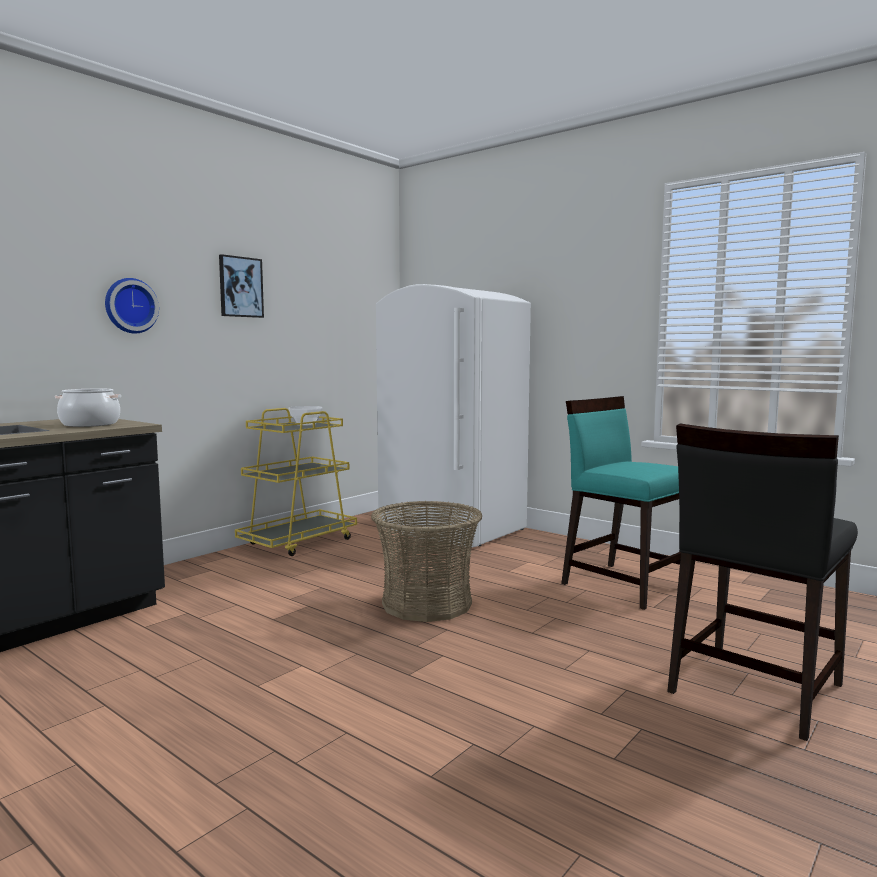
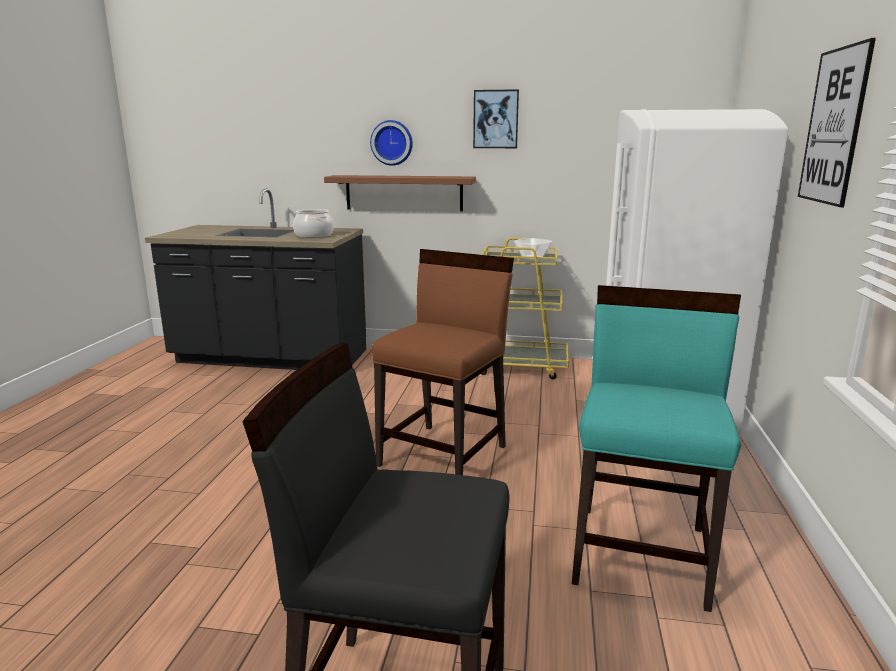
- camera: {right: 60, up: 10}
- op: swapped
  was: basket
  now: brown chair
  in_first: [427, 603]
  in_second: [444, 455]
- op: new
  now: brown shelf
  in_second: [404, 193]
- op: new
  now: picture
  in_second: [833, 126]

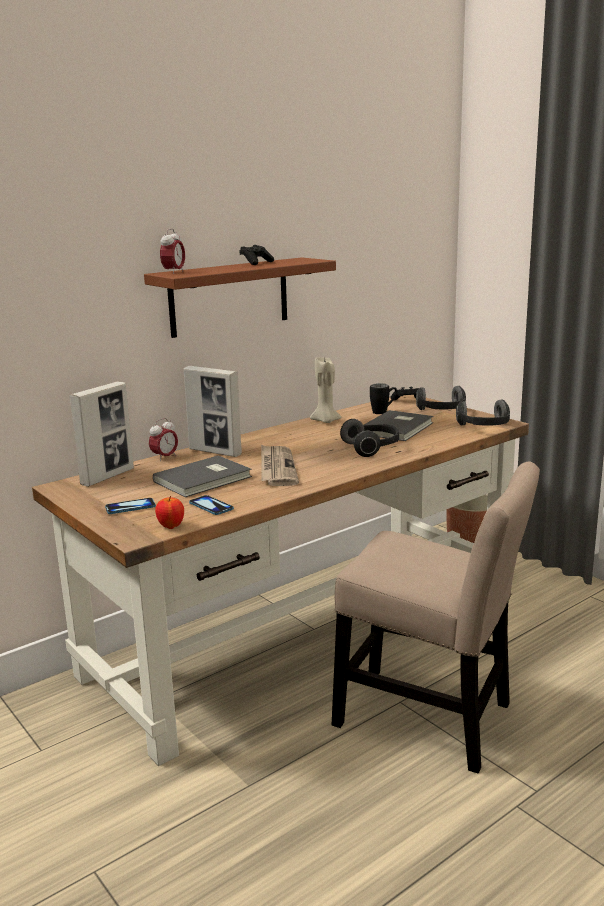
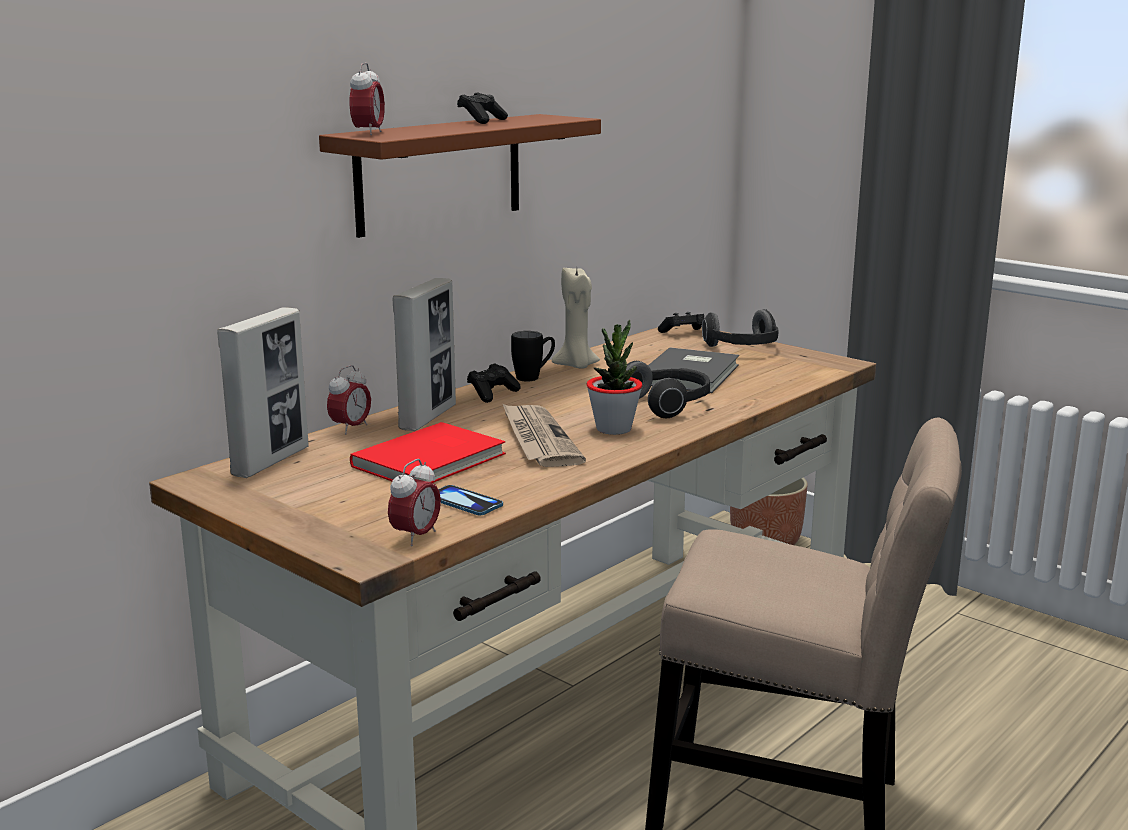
- camera: {right: -10, up: 0}
- op: gone
  was: phone
  in_first: [130, 507]
- op: repainted
  was: grey book
  now: red book
  in_first: [205, 479]
  in_second: [433, 460]
- op: swapped
  was: apple
  now: alarm clock
  in_first: [171, 526]
  in_second: [416, 537]
- op: rotated
  was: picture frame
  in_first: [215, 452]
  in_second: [428, 417]
  clockwise: -90
- op: shifted
  was: black mug
  in_first: [383, 411]
  in_second: [534, 377]
- op: gone
  was: headphones
  in_first: [484, 427]
- op: new
  now: black game controller
  in_second: [492, 394]
- op: new
  now: potted plant
  in_second: [614, 429]

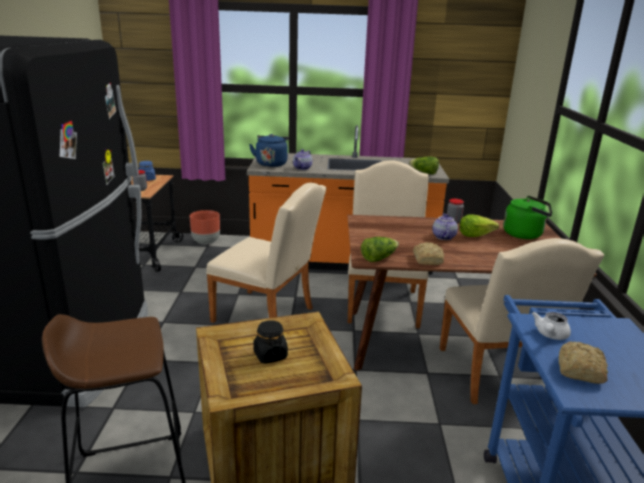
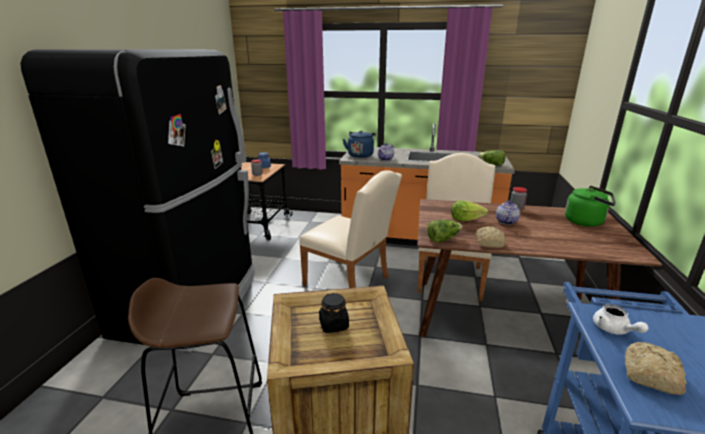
- camera: {right: 10, up: 0}
- op: gone
  was: brown planter
  in_first: [206, 242]
- op: gone
  was: beige chair
  in_first: [497, 376]
- op: shifted
  was: lettuce
  in_first: [475, 235]
  in_second: [466, 219]
- op: rotated
  was: white teapot
  in_first: [550, 335]
  in_second: [614, 330]
  clockwise: -60

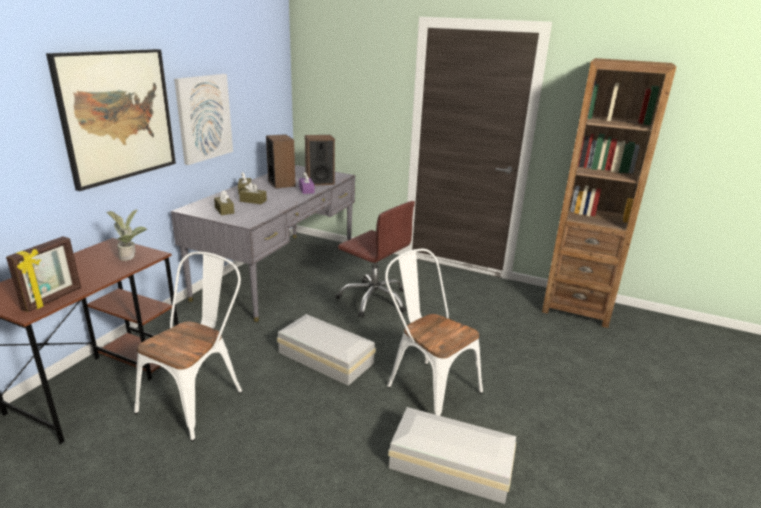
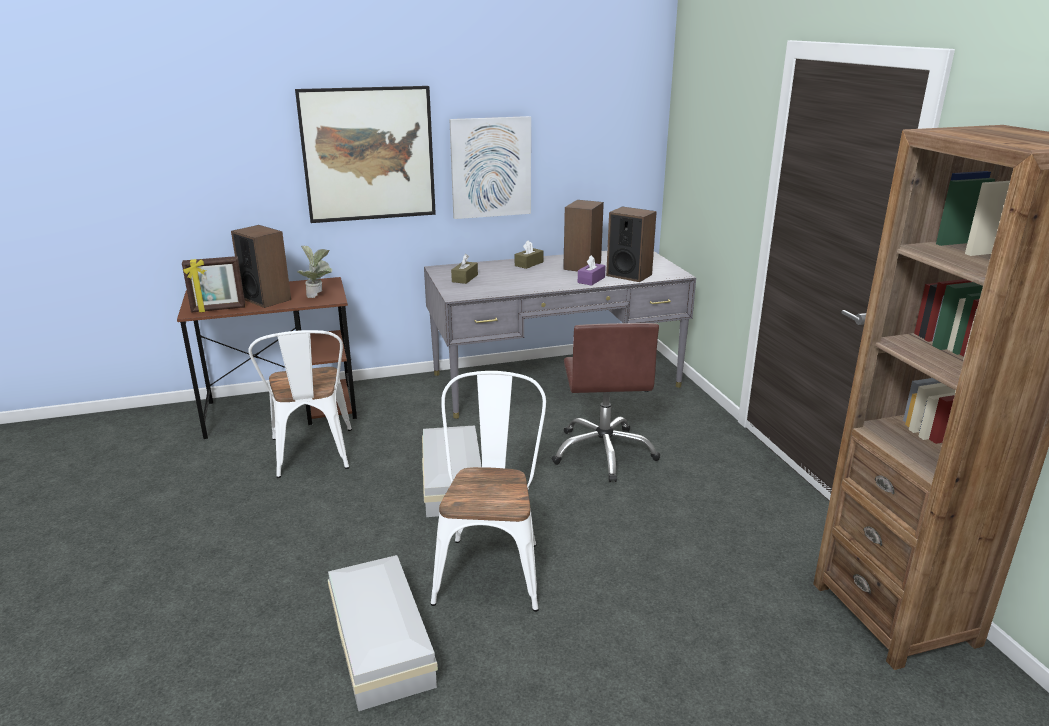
- camera: {right: 50, up: 0}
- op: rotated
  was: white chair
  in_first: [198, 398]
  in_second: [312, 457]
  clockwise: 90
- op: gone
  was: brown tissue box
  in_first: [253, 201]
- op: new
  now: speaker
  in_second: [266, 299]

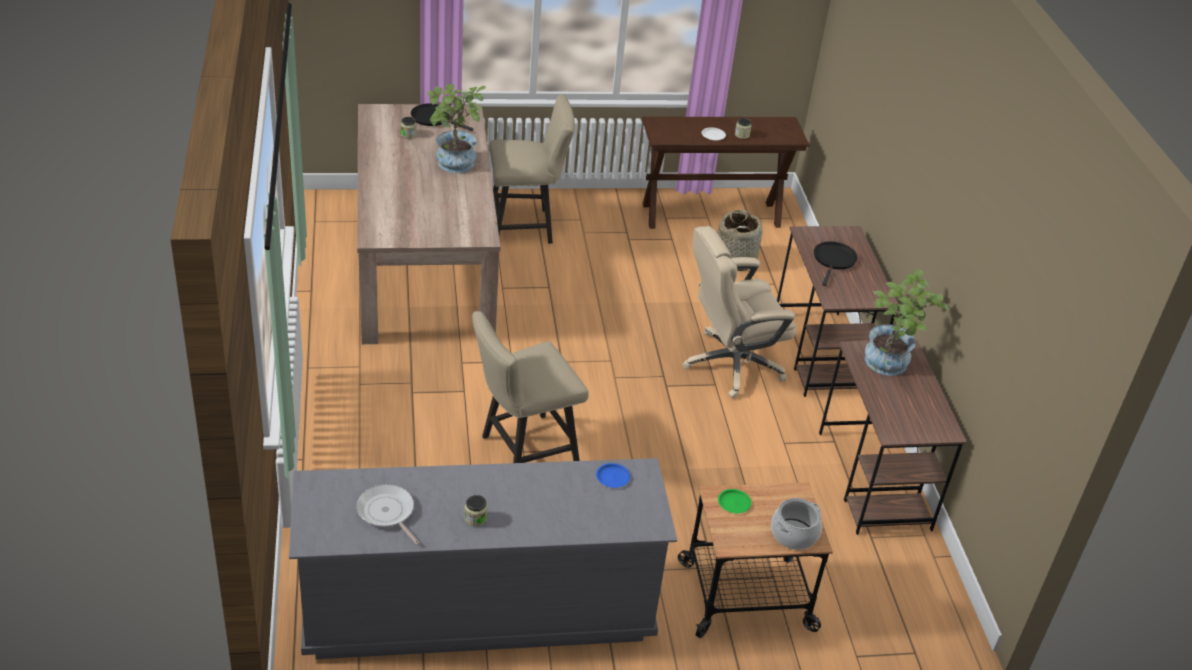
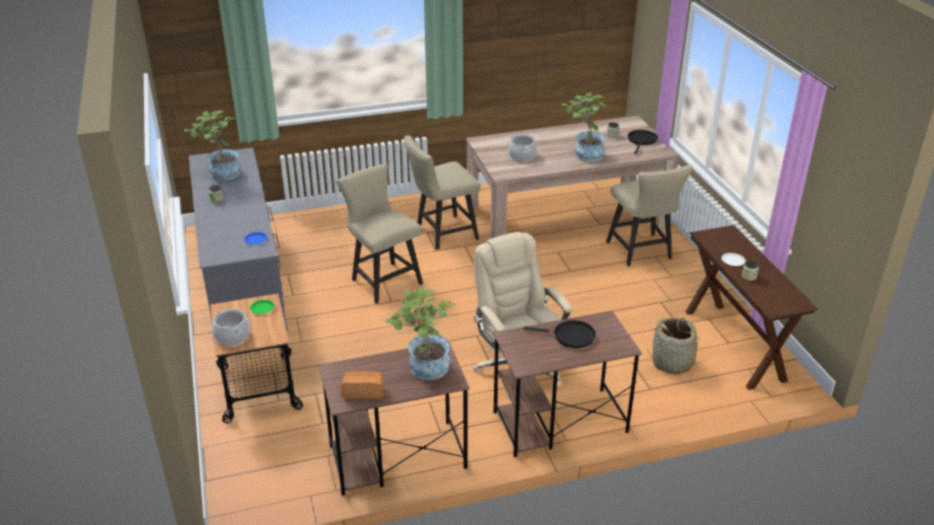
- camera: {right: 85, up: -5}
- op: swapped
  was: frying pan
  now: potted plant
  in_first: [387, 513]
  in_second: [221, 175]
- op: new
  now: bread
  in_second: [363, 391]
- op: new
  now: beige chair
  in_second: [442, 234]
- op: new
  now: cooking pot
  in_second: [522, 155]

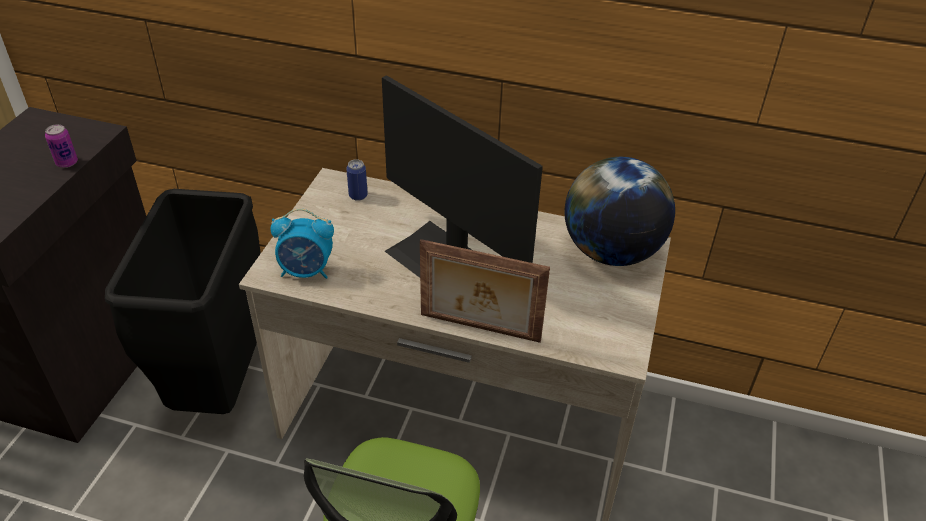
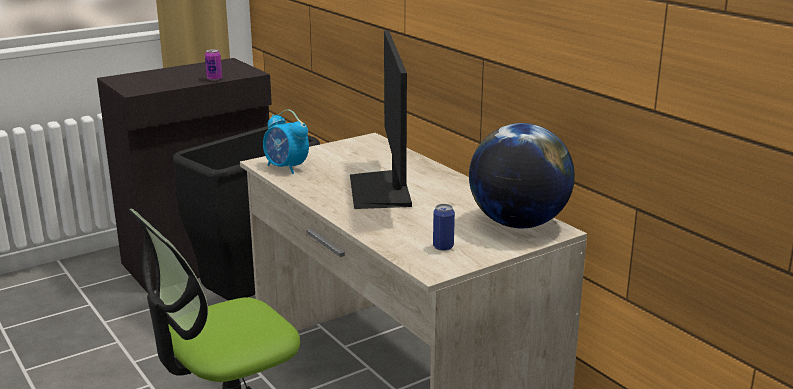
- camera: {right: 40, up: -20}
- op: shifted
  was: can
  in_first: [358, 195]
  in_second: [443, 247]
- op: gone
  was: picture frame
  in_first: [479, 329]

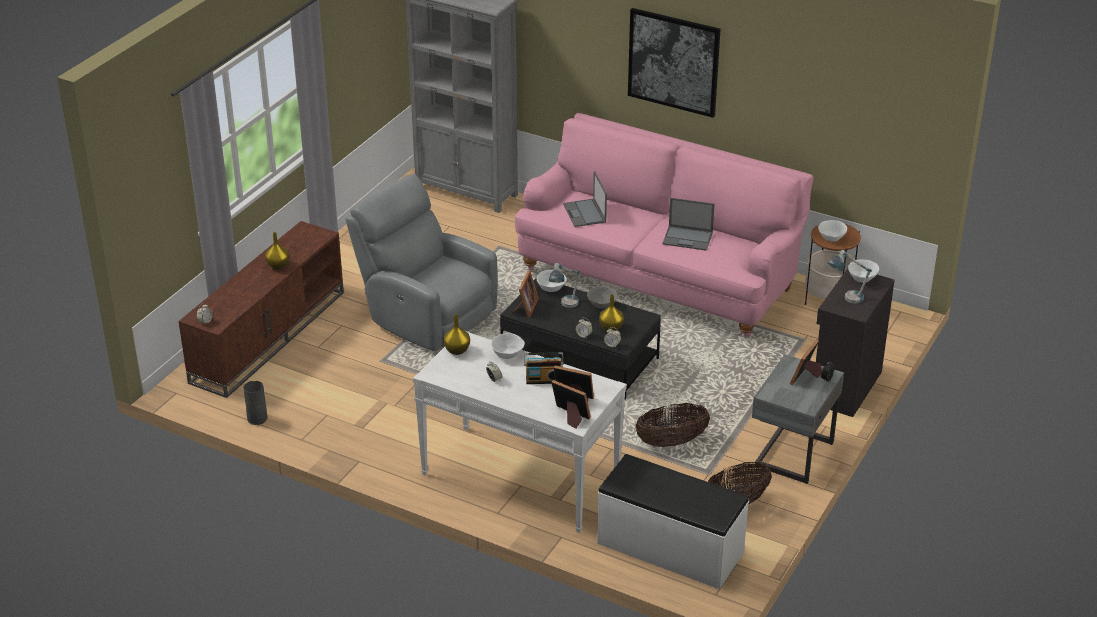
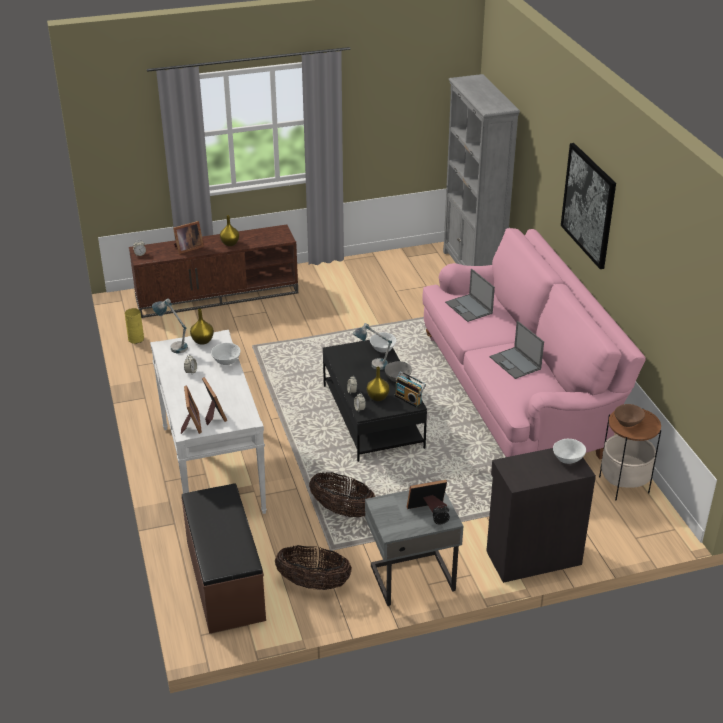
- camera: {right: 45, up: 0}
- op: repainted
  was: grey vase
  now: yellow vase
  in_first: [258, 418]
  in_second: [136, 339]
- op: gone
  was: grey armchair
  in_first: [427, 316]
- op: shifted
  was: picture frame
  in_first: [525, 308]
  in_second: [187, 248]
- op: shifted
  was: radio
  in_first: [543, 379]
  in_second: [409, 399]
- op: rotated
  was: laptop
  in_first: [585, 213]
  in_second: [469, 308]
  clockwise: -60
- op: repainted
  was: white bench
  now: brown bench
  in_first: [669, 548]
  in_second: [224, 581]
- op: repainted
  was: white bowl
  now: brown bowl
  in_first: [831, 238]
  in_second: [627, 422]
- op: shifted
  was: table lamp
  in_first: [846, 299]
  in_second: [173, 346]

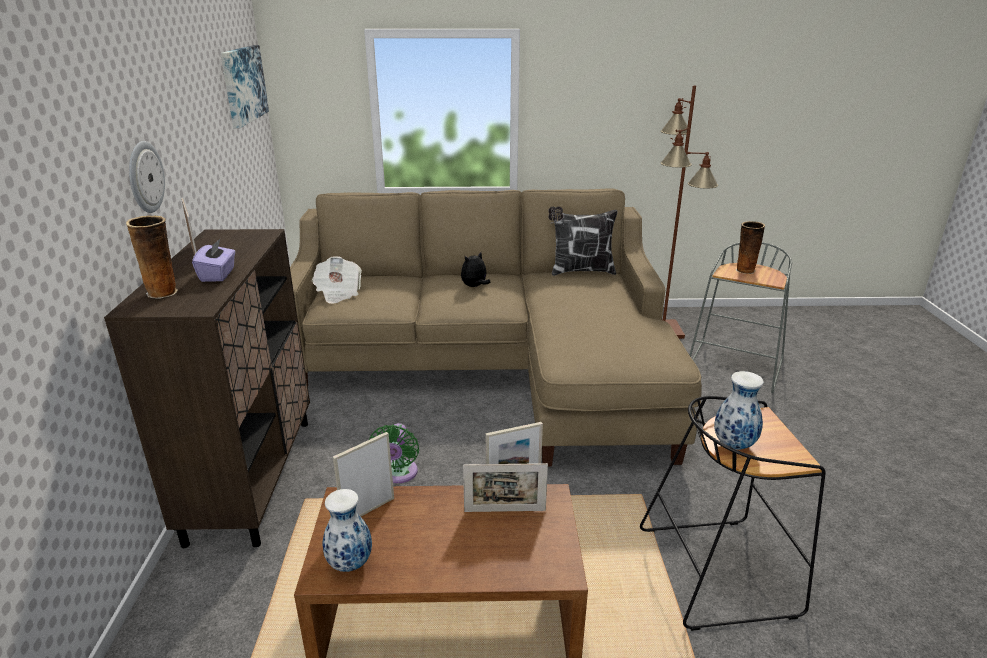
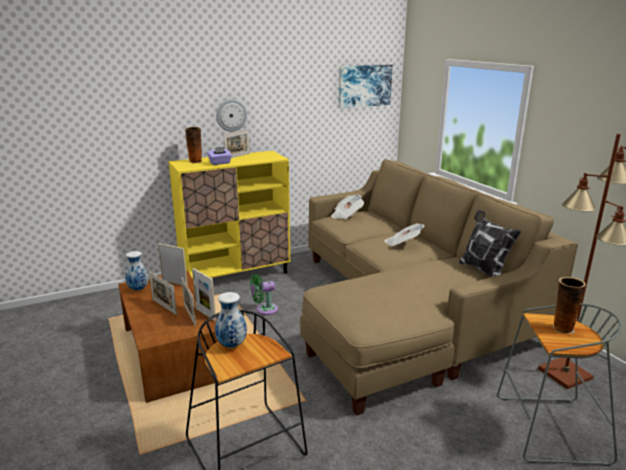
- camera: {right: 65, up: -5}
- op: repainted
  was: brown cabinet
  now: yellow cabinet
  in_first: [252, 477]
  in_second: [236, 275]
- op: swapped
  was: plush toy
  now: newspaper
  in_first: [474, 286]
  in_second: [402, 244]
- op: new
  now: picture frame
  in_second: [164, 307]

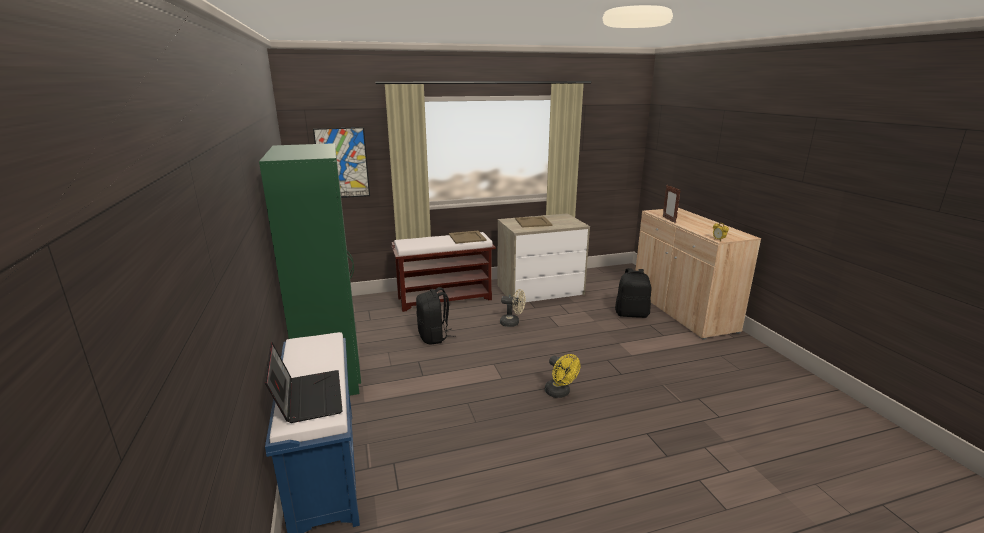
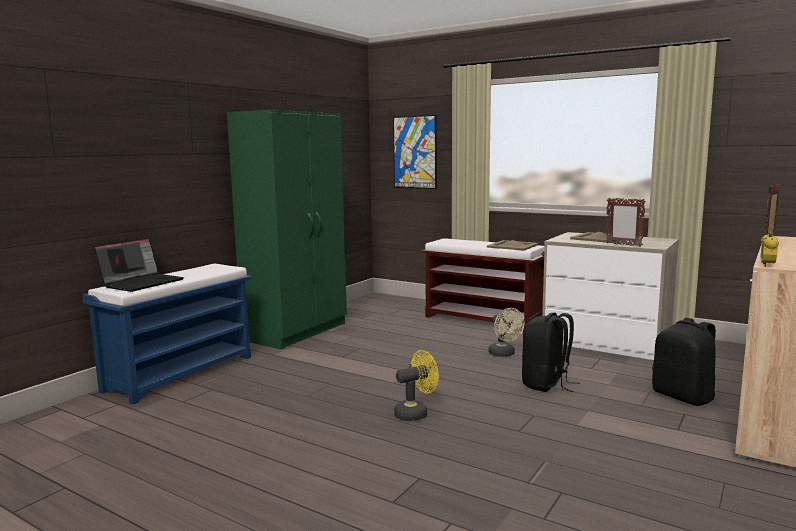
- camera: {right: 50, up: -10}
- op: shifted
  was: black backpack
  in_first: [434, 337]
  in_second: [546, 384]
- op: rotated
  was: yellow fan
  in_first: [560, 393]
  in_second: [415, 413]
  clockwise: -135
- op: new
  now: picture frame
  in_second: [623, 245]

